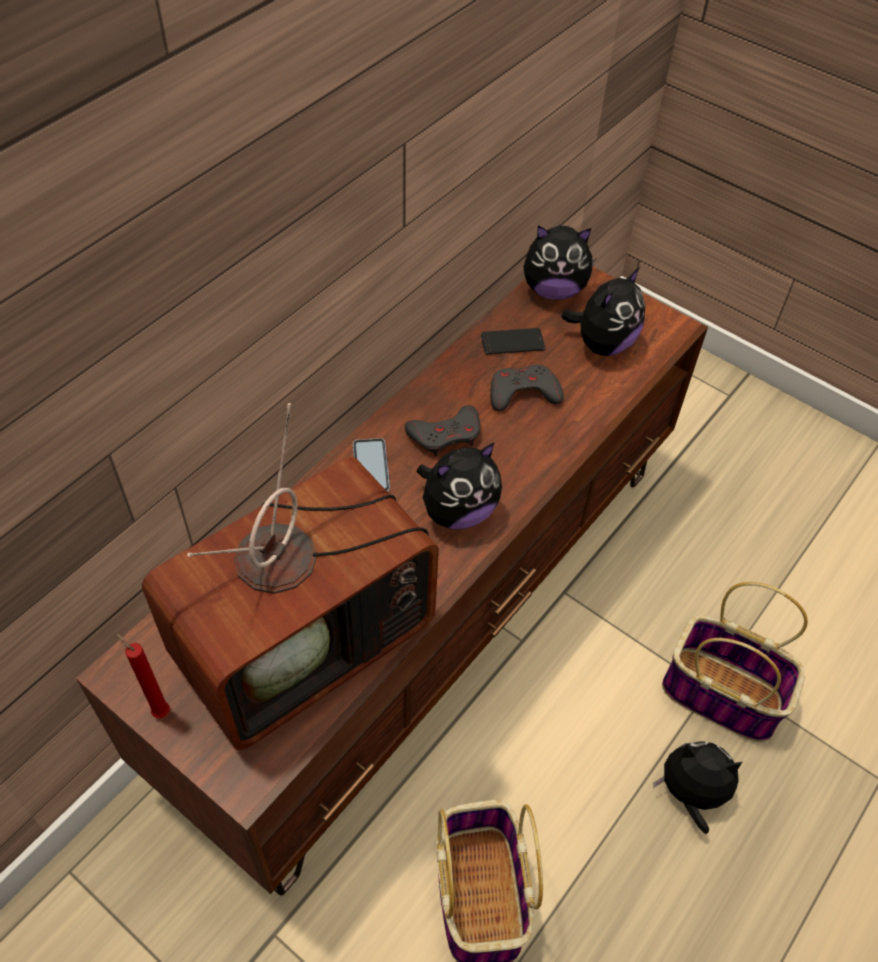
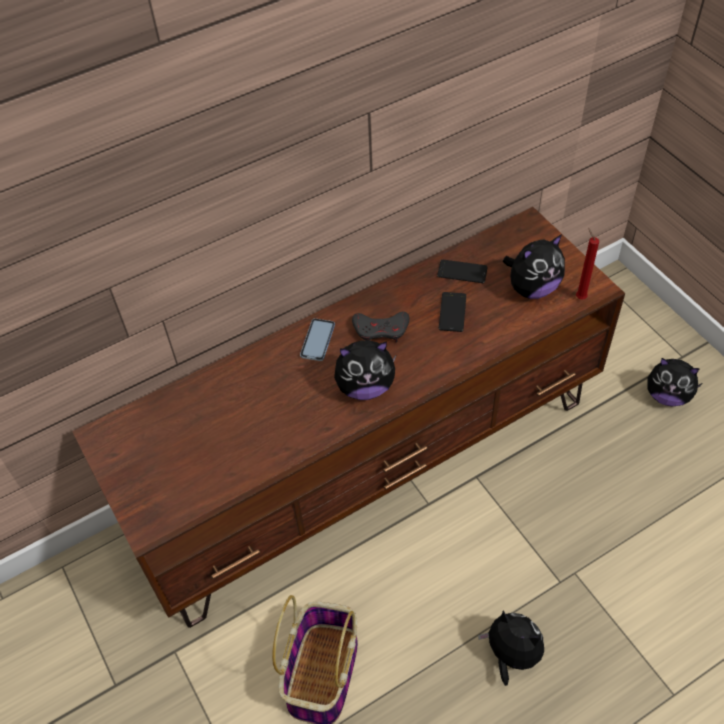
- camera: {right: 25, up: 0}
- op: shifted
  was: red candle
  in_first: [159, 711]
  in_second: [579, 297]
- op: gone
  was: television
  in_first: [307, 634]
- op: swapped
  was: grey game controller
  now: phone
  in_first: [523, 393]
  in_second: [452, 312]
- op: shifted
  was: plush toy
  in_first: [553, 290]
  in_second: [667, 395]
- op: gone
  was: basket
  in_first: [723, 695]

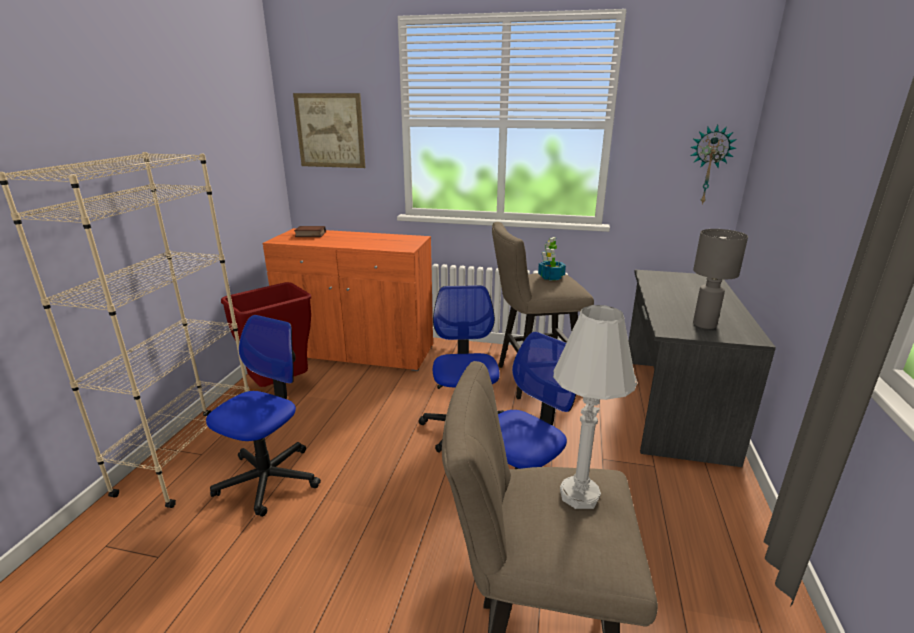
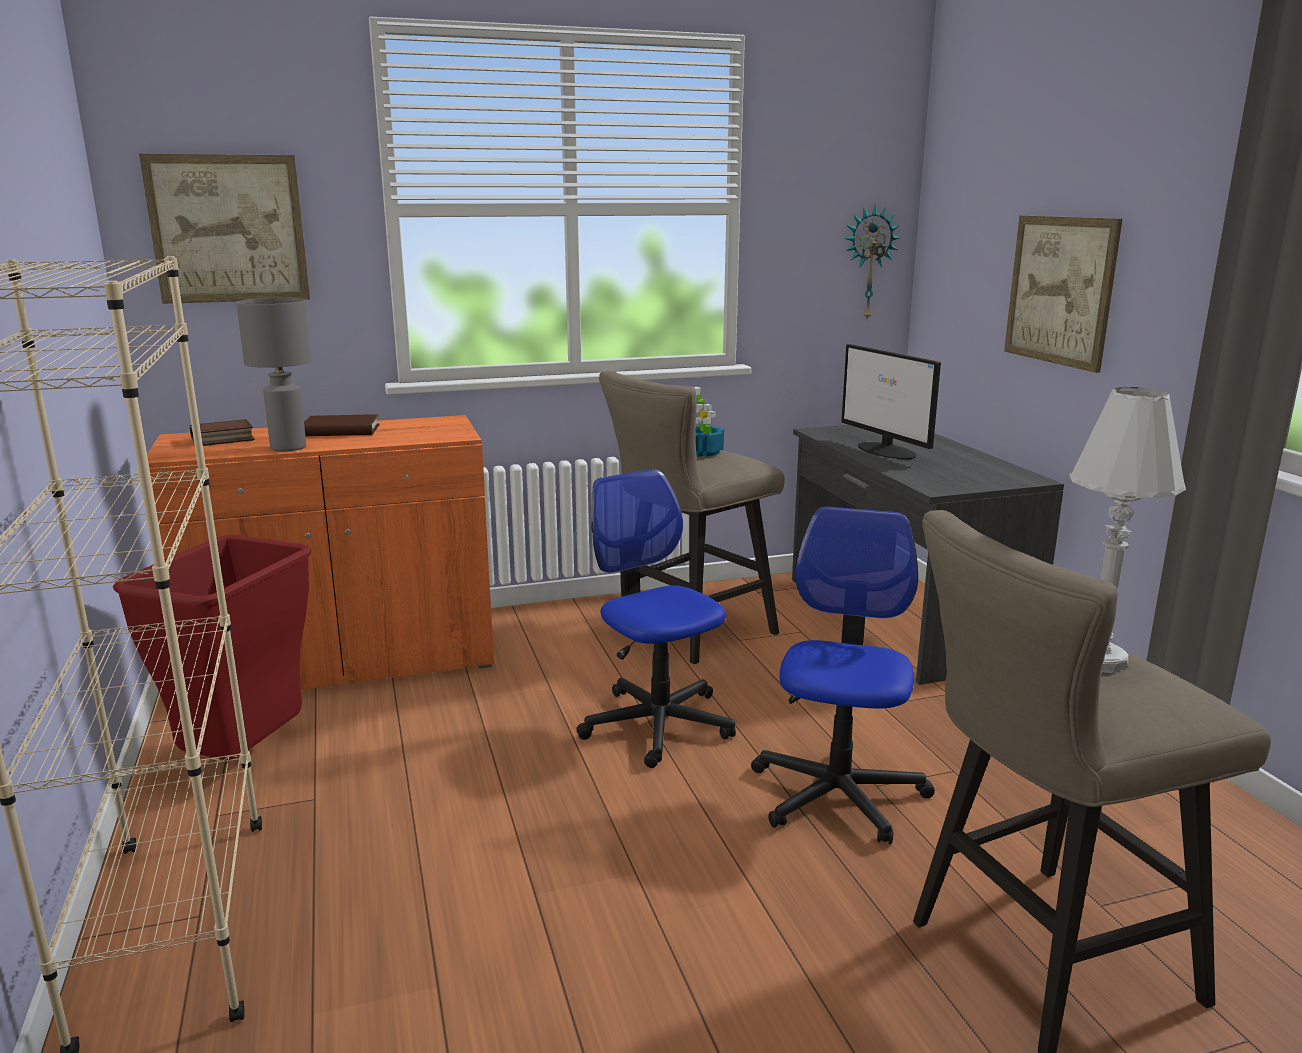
- camera: {right: -30, up: -5}
- op: gone
  was: office chair
  in_first: [268, 479]
- op: shifted
  was: grey table lamp
  in_first: [704, 325]
  in_second: [288, 448]
- op: new
  now: brown book
  in_second: [340, 431]
- op: new
  now: monitor
  in_second: [887, 451]
- op: new
  now: picture
  in_second: [1060, 290]

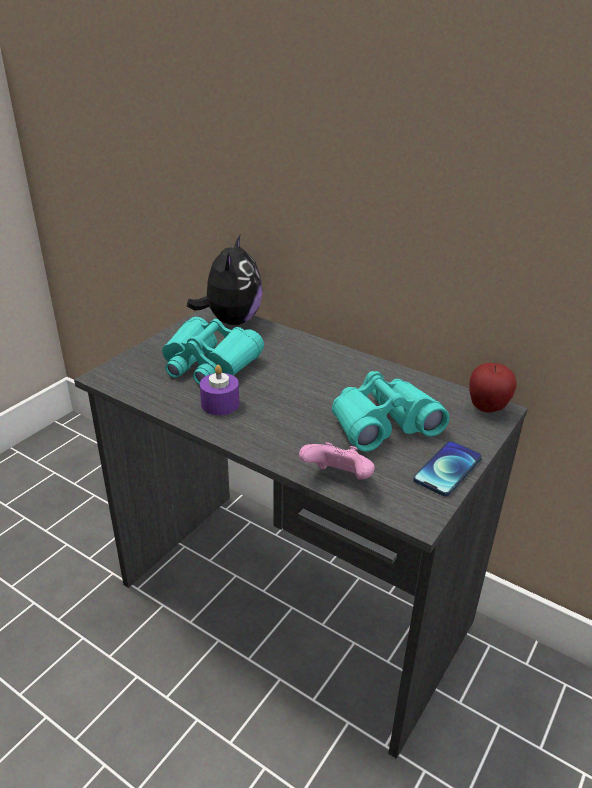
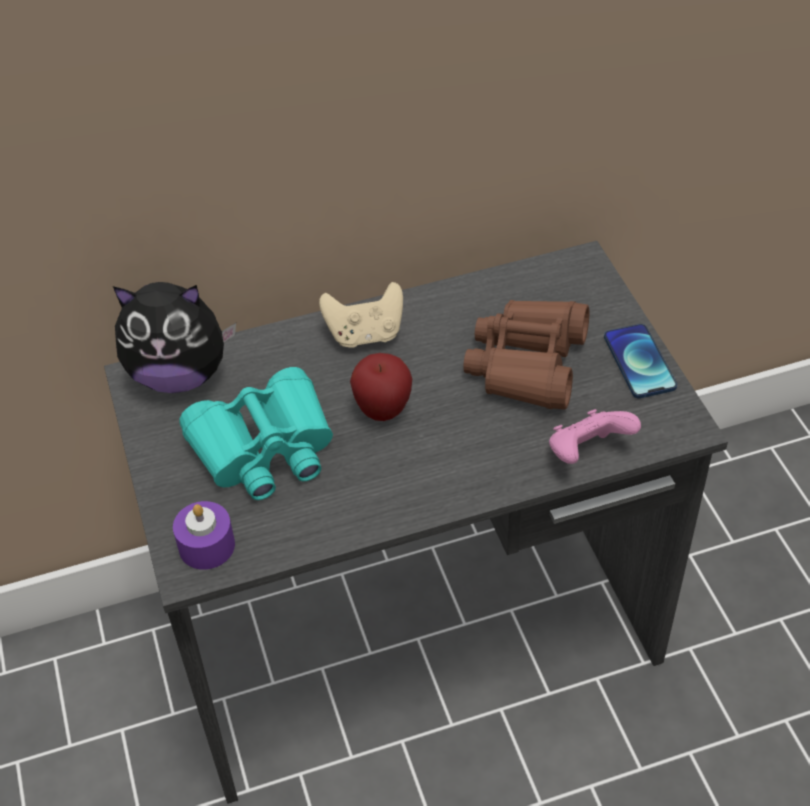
- camera: {right: -50, up: 15}
- op: rotated
  was: plush toy
  in_first: [231, 321]
  in_second: [179, 374]
  clockwise: 135
- op: shifted
  was: purple candle
  in_first: [220, 404]
  in_second: [207, 546]
- op: repainted
  was: turquoise binoculars
  now: brown binoculars
  in_first: [383, 423]
  in_second: [527, 364]
- op: shifted
  was: apple
  in_first: [487, 408]
  in_second: [383, 410]
- op: new
  now: beige game controller
  in_second: [365, 334]

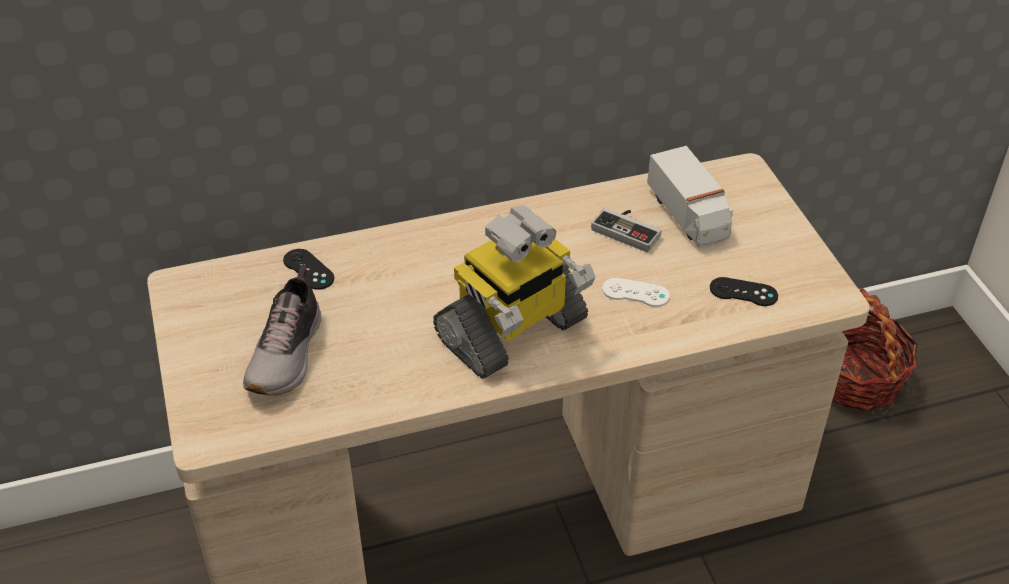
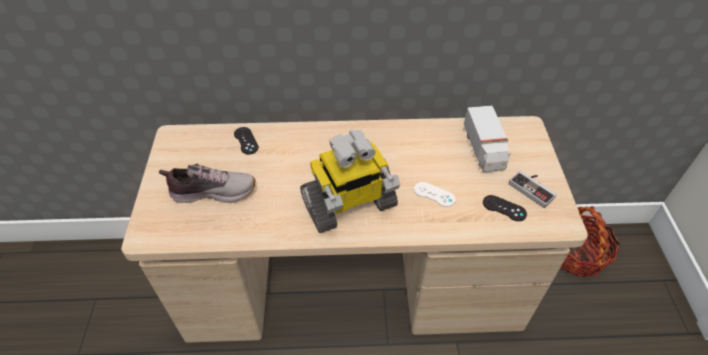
- camera: {right: 15, up: 5}
- op: rotated
  was: shoe
  in_first: [288, 354]
  in_second: [213, 191]
  clockwise: -120
- op: shifted
  was: game controller
  in_first: [629, 229]
  in_second: [533, 188]

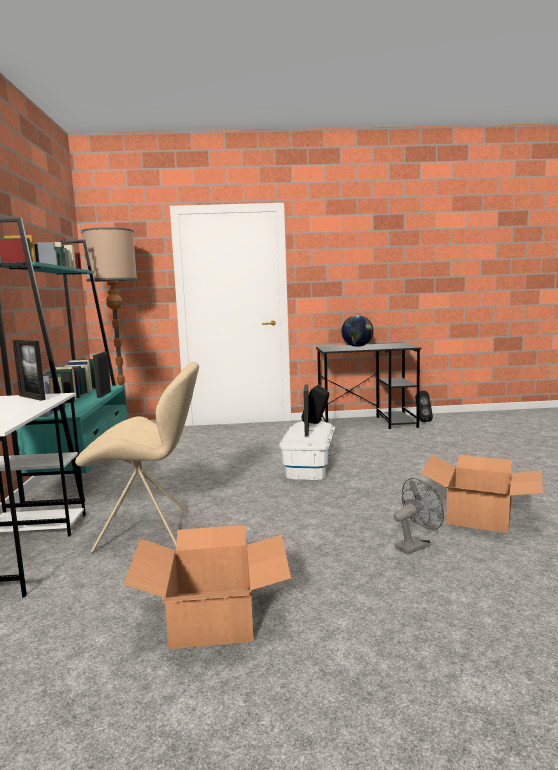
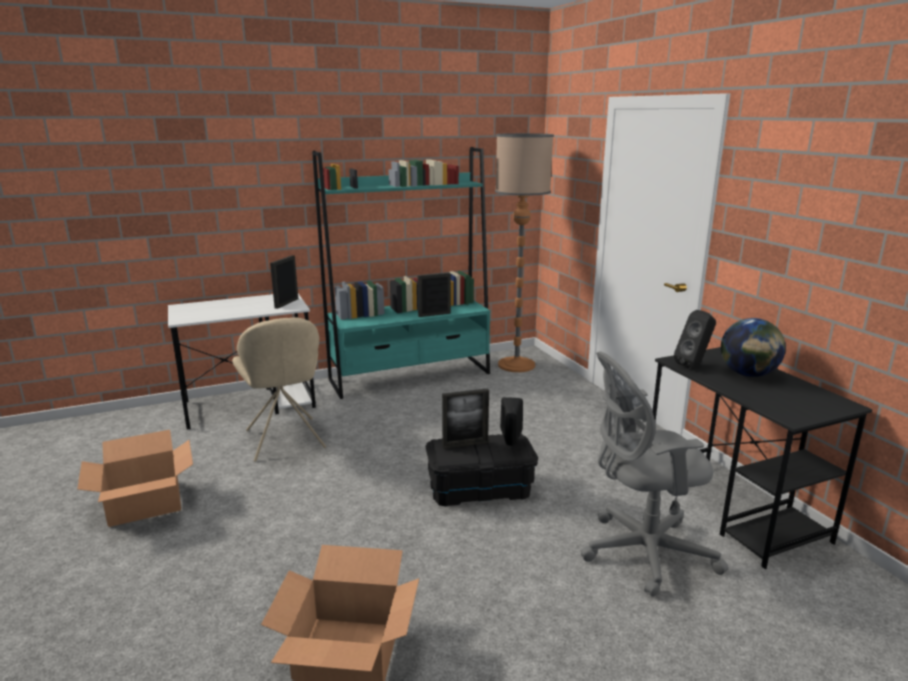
- camera: {right: 70, up: 10}
- op: repainted
  was: white storage box
  now: black storage box
  in_first: [308, 467]
  in_second: [480, 488]
- op: gone
  was: grey fan
  in_first: [416, 545]
- op: shifted
  was: black speaker
  in_first: [422, 421]
  in_second: [694, 365]
- op: new
  now: grey office chair
  in_second: [641, 552]

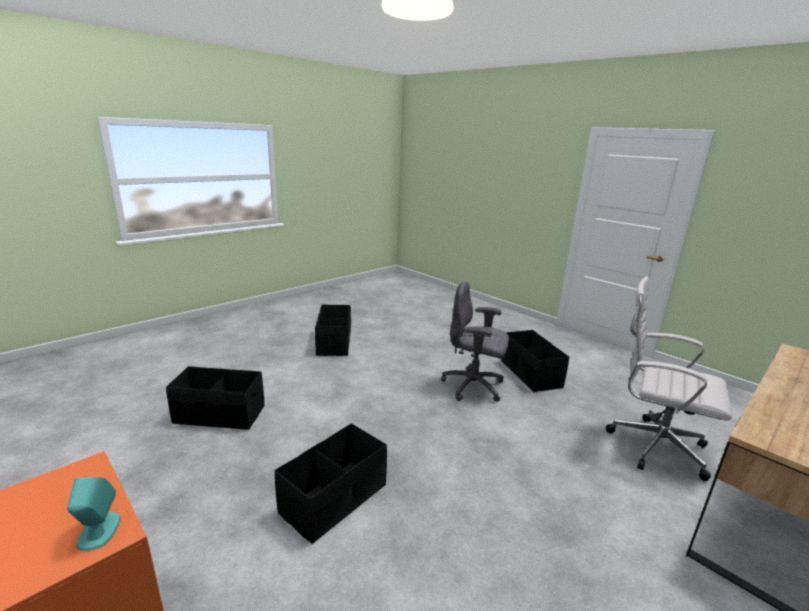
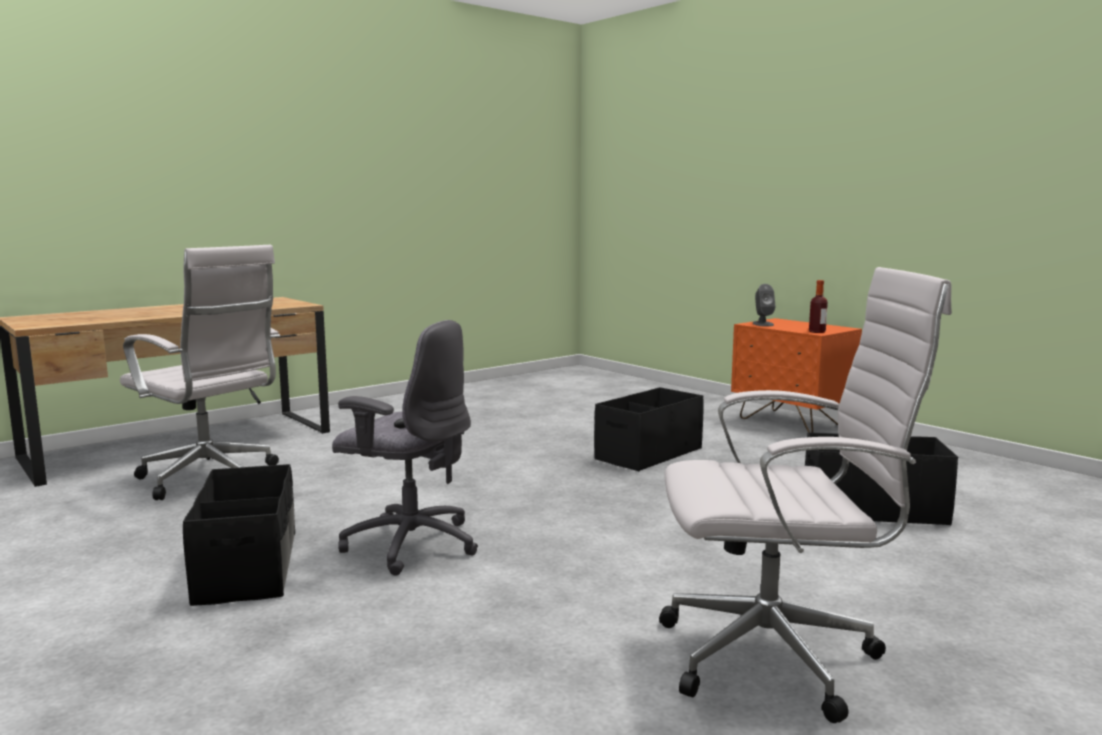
- camera: {right: -175, up: -10}
- op: repainted
  was: turquoise speaker
  now: grey speaker
  in_first: [99, 531]
  in_second: [763, 324]
- op: swapped
  was: black storage box
  now: white office chair
  in_first: [334, 342]
  in_second: [778, 657]
- op: new
  now: bottle
  in_second: [817, 332]

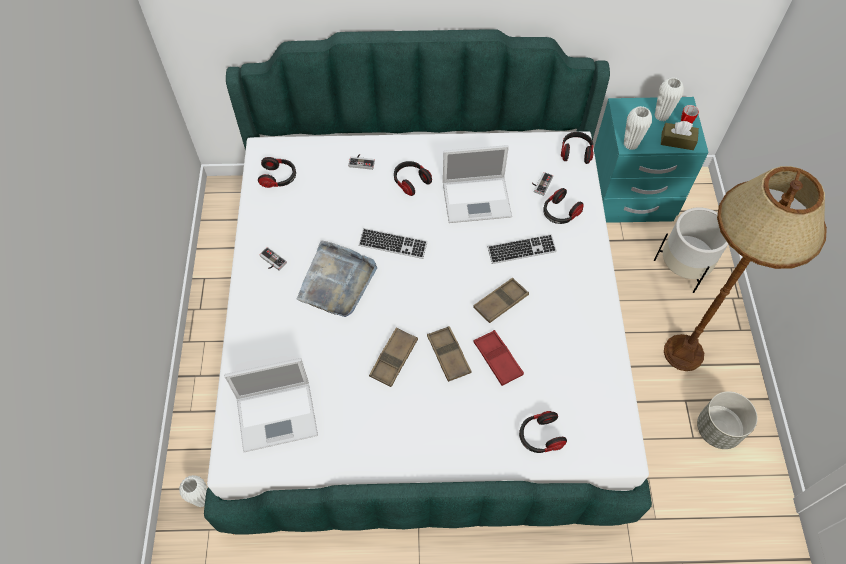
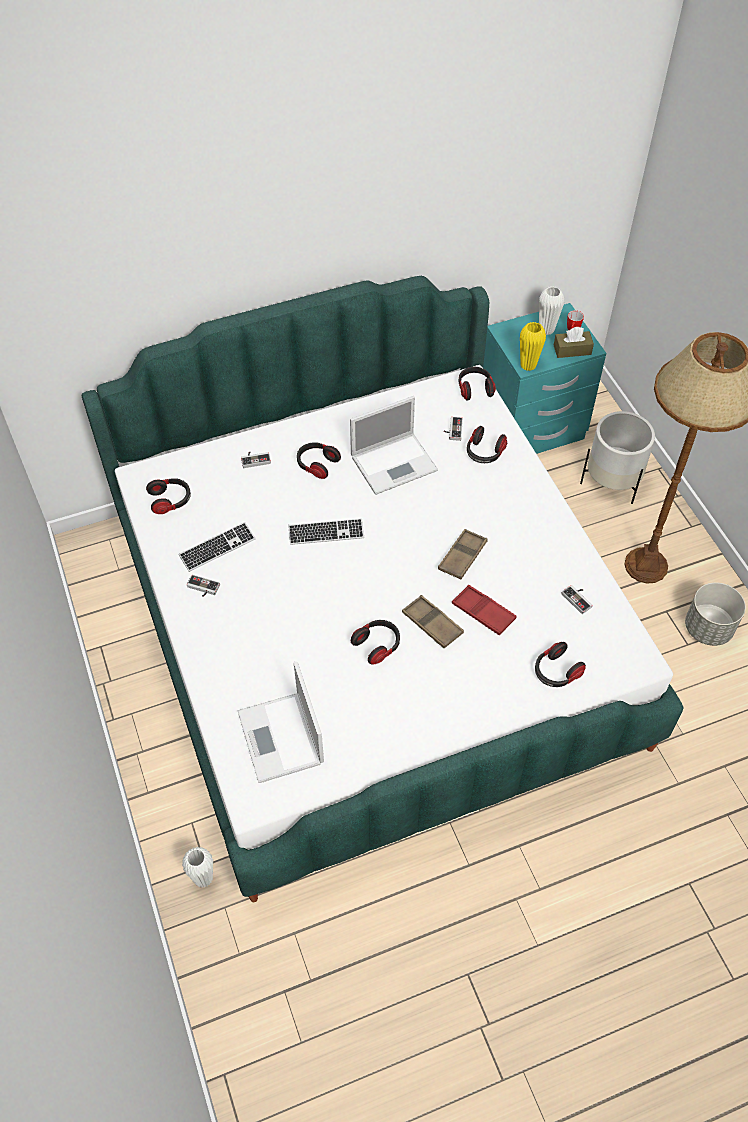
- camera: {right: -20, up: -5}
- op: rotated
  was: laptop
  in_first: [278, 415]
  in_second: [281, 739]
  clockwise: 105
- op: gone
  was: grey tray
  in_first: [337, 281]
- op: swapped
  was: brown tray
  now: headphones
  in_first: [393, 359]
  in_second: [377, 645]
- op: shifted
  was: keyboard
  in_first: [521, 250]
  in_second: [217, 548]
- op: repainted
  was: white vase
  now: yellow vase
  in_first: [630, 144]
  in_second: [528, 365]
- op: new
  now: game controller
  in_second: [578, 599]

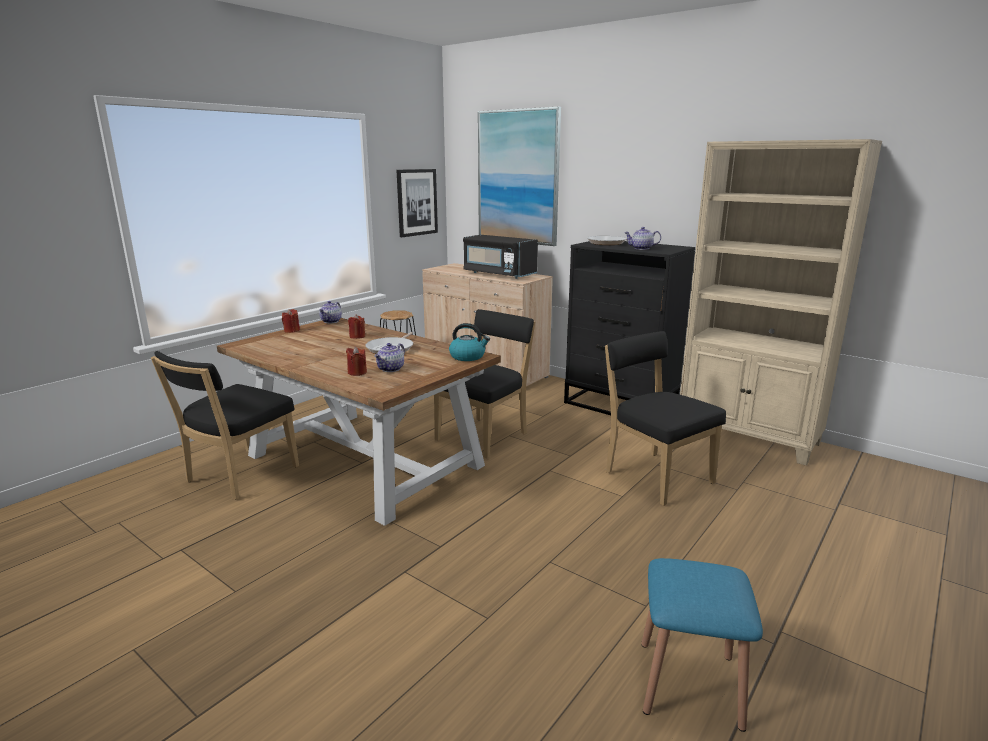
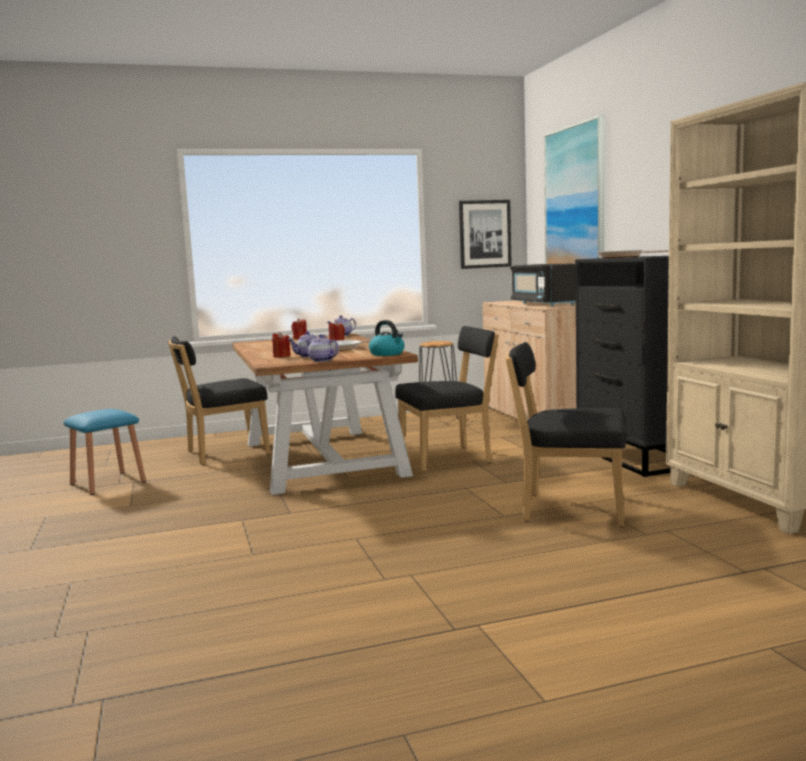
- camera: {right: 35, up: -10}
- op: rotated
  was: black chair
  in_first: [654, 476]
  in_second: [568, 509]
  clockwise: -75
- op: shifted
  was: teapot
  in_first: [641, 248]
  in_second: [321, 360]
- op: shifted
  was: blue stool
  in_first: [689, 683]
  in_second: [108, 483]

